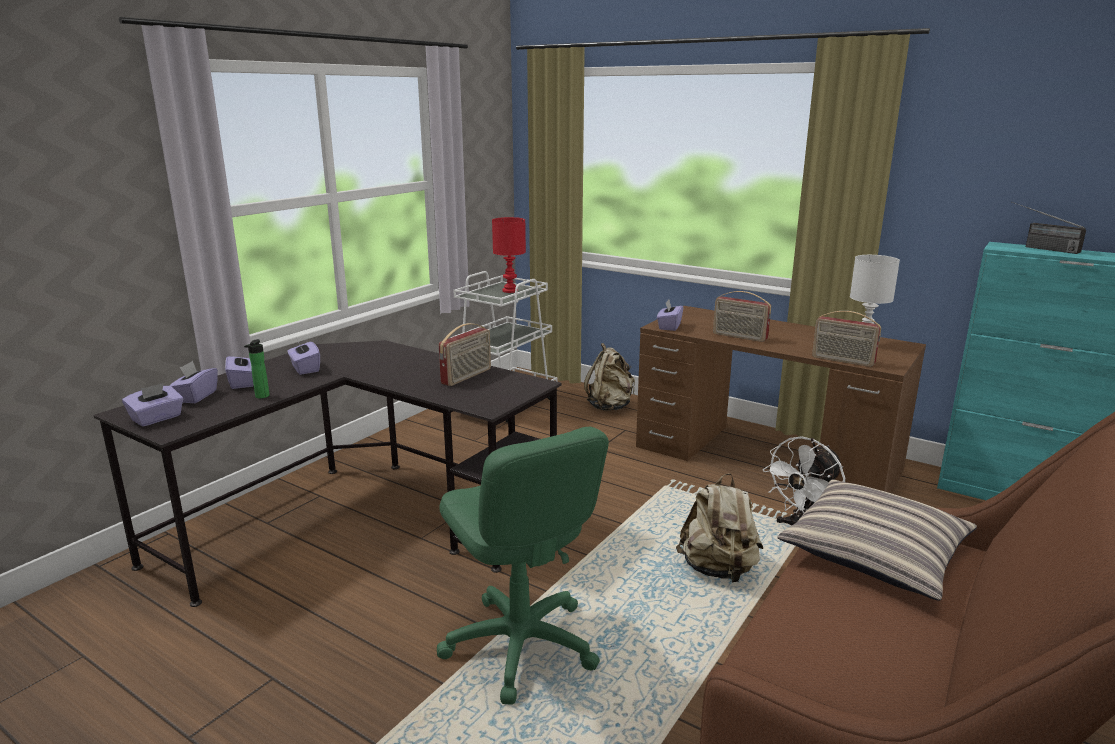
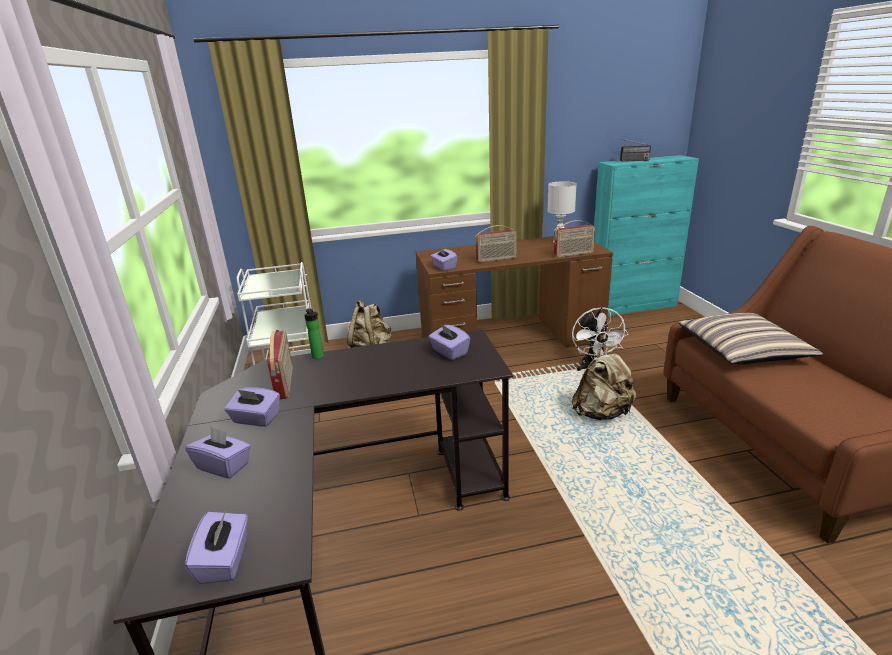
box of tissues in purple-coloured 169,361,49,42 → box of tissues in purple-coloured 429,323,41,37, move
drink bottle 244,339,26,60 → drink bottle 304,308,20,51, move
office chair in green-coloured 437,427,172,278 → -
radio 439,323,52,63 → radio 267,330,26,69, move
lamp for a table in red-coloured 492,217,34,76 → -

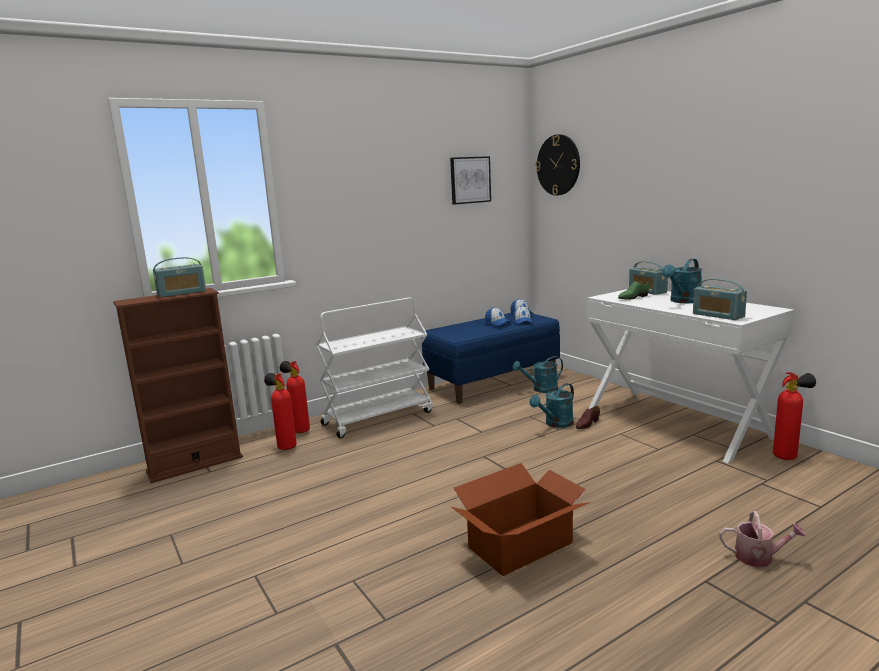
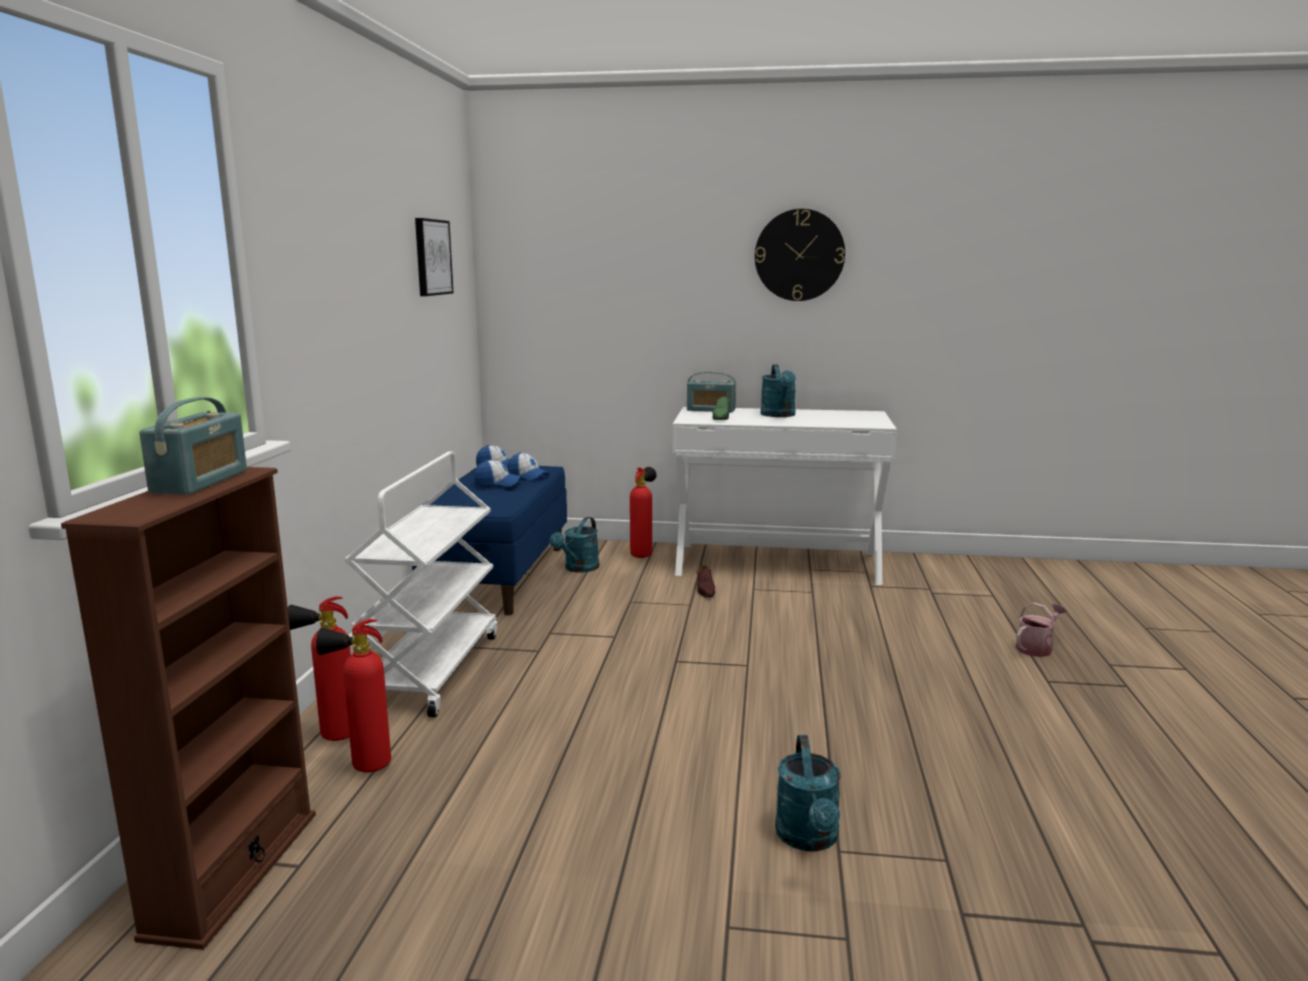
packing box 452,463,138,113 → -
sprinkling can in turquoise 530,383,44,45 → sprinkling can in turquoise 775,735,66,117, move
hanging clock 535,134,45,62 → hanging clock 755,209,90,92, move
radio 693,279,54,41 → -
extinguisher 773,372,43,88 → extinguisher 630,467,27,91, move

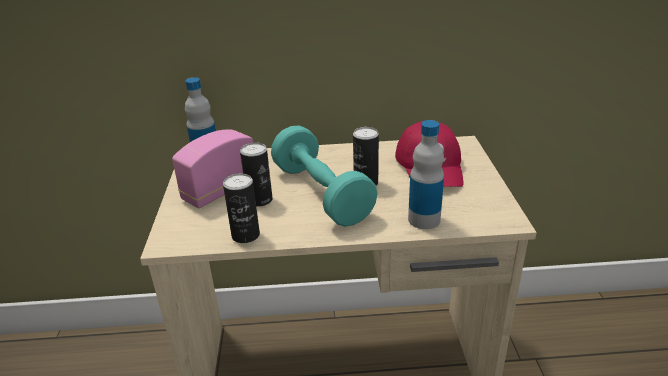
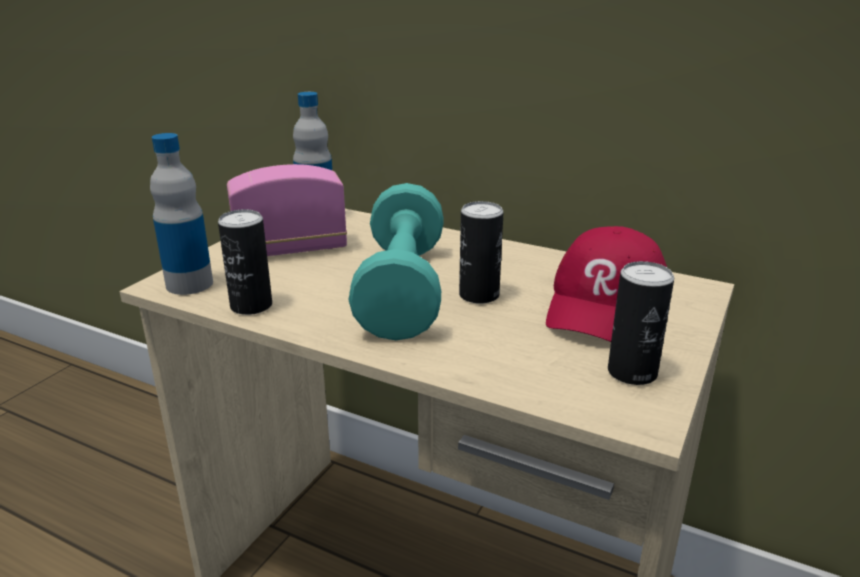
can 240,142,33,65 → can 608,261,66,124, move
drink bottle 408,120,36,109 → drink bottle 150,133,63,162, move

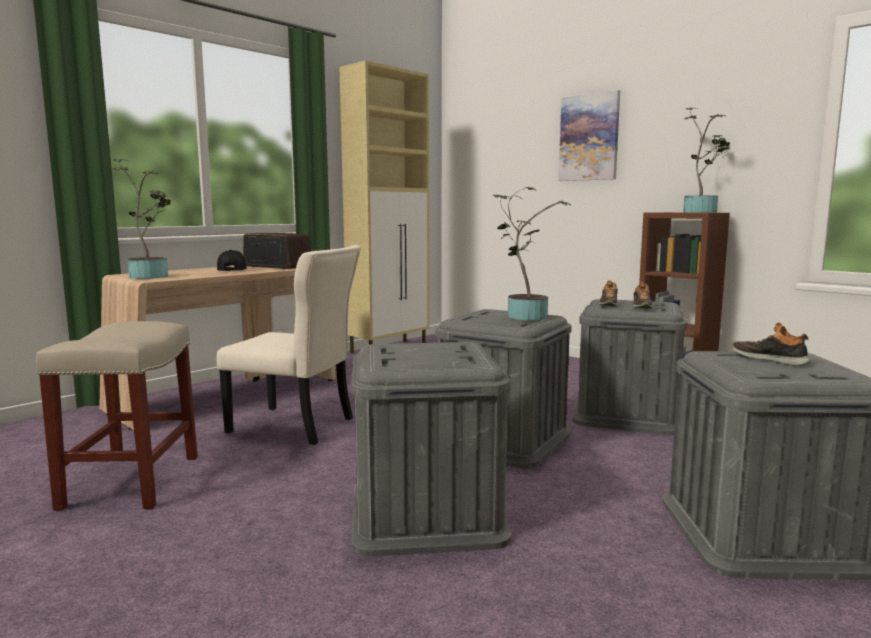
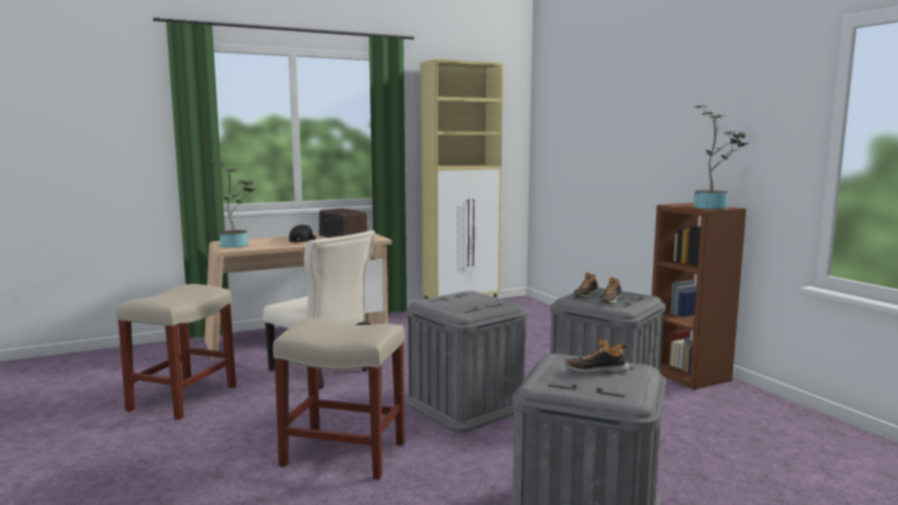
storage box in greyish 351,342,160,215 → stool seat in sand-coloured 273,318,132,162
houseplant 493,187,78,133 → -
wall picture 559,90,61,91 → -
shoe 732,322,79,44 → shoe 565,338,64,36, 75 degrees counterclockwise

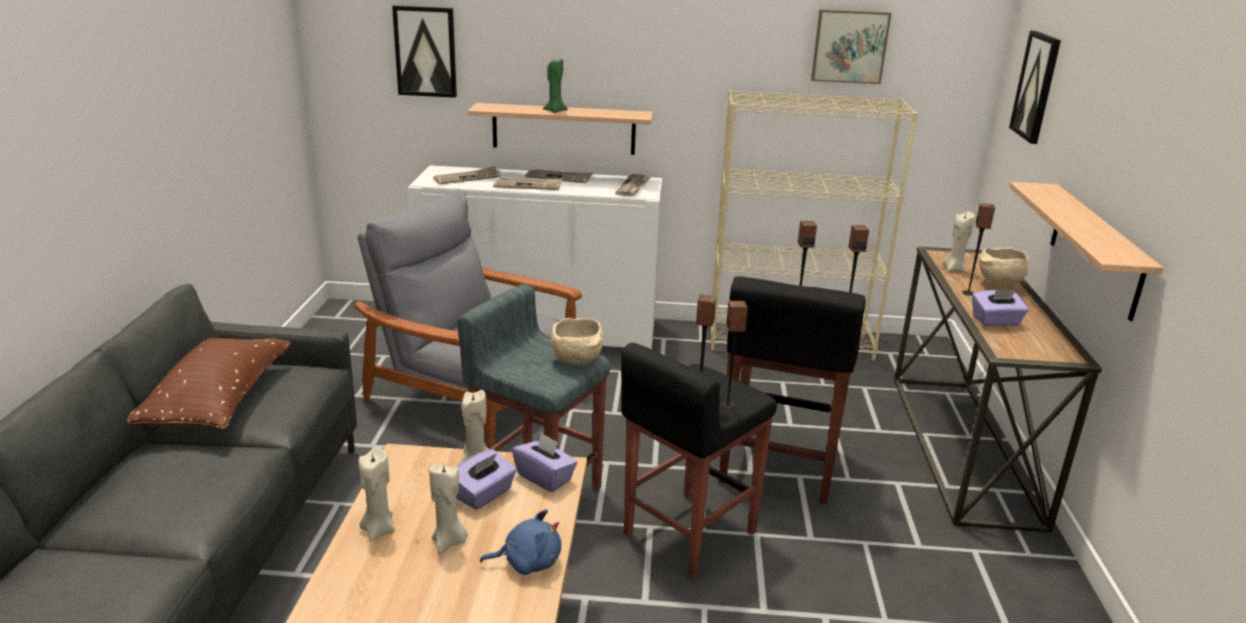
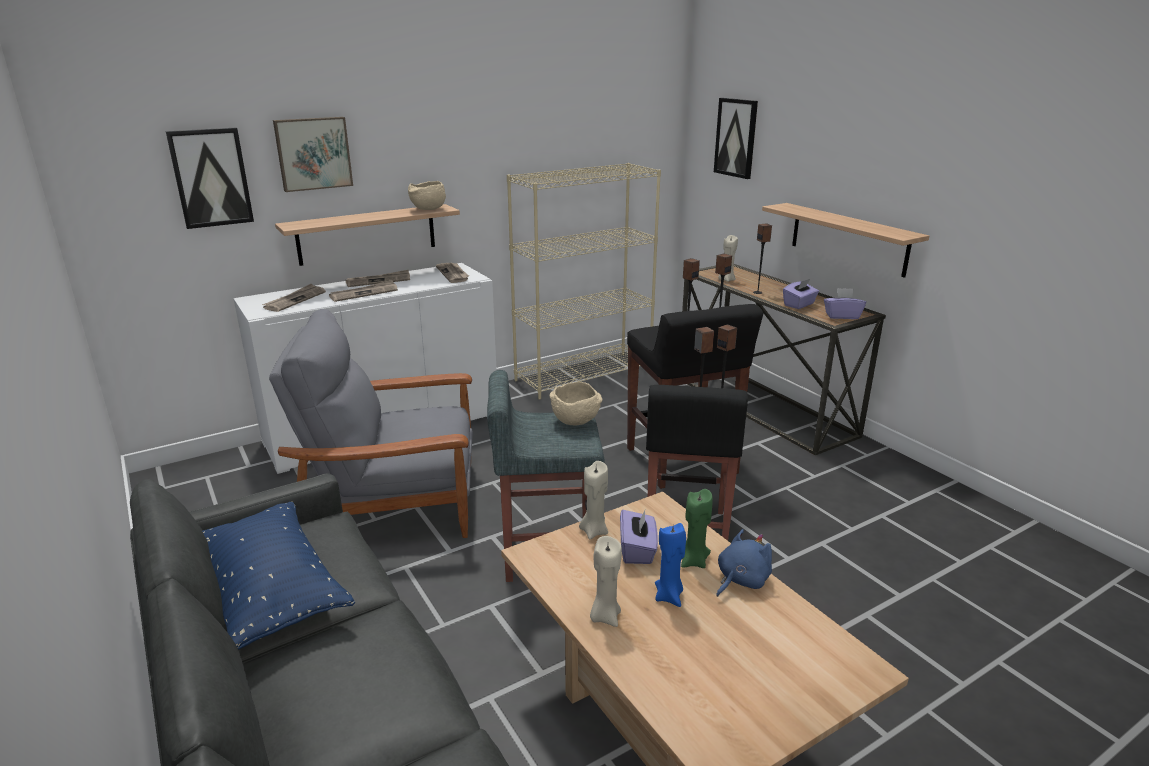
pillow in brown-coloured 127,338,164,92 → pillow in blue 202,502,153,148
candle in sand-coloured 429,463,39,90 → candle in blue 655,523,31,84
box of tissues in purple-coloured 512,433,65,59 → box of tissues in purple-coloured 824,288,42,31, move
candle in green-coloured 543,59,25,54 → candle in green-coloured 681,489,32,79, move
wall picture 811,9,80,75 → wall picture 273,117,80,75, move
deep dish in sand-coloured 979,247,50,39 → deep dish in sand-coloured 408,181,38,29, move

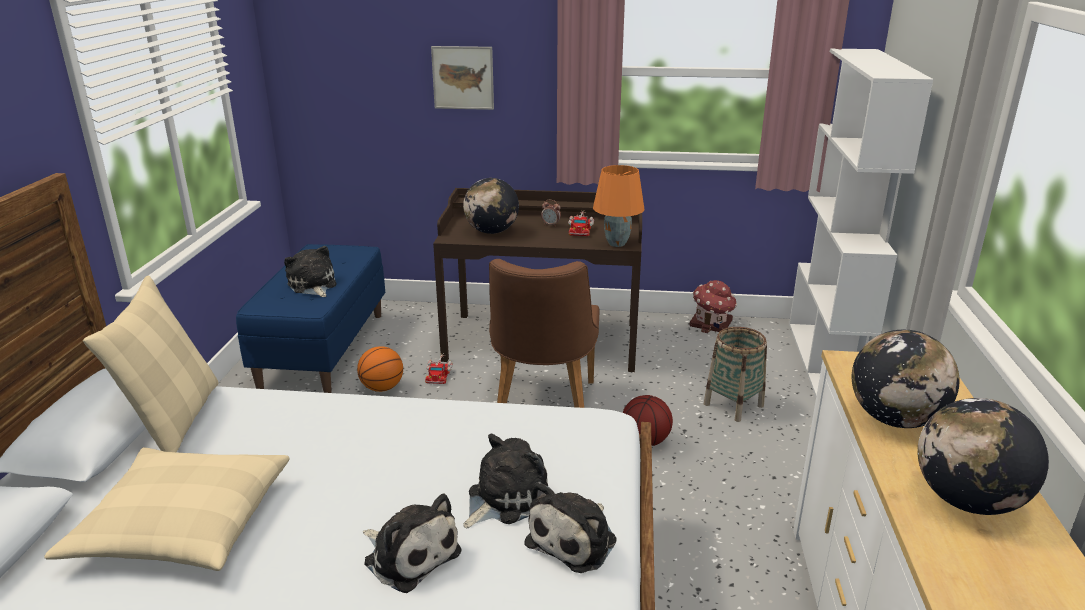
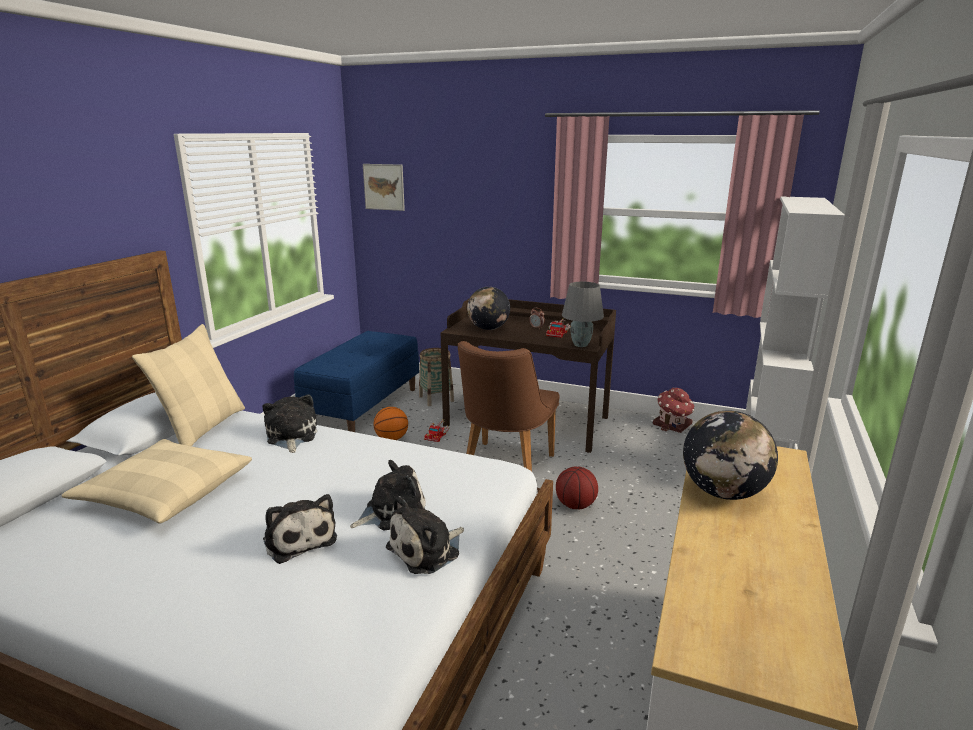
plush toy 284,246,52,51 → plush toy 262,394,55,59, move
wall picture 431,46,63,64 → wall picture 363,164,42,47, move
lamp for a table in orange-coloured 593,165,52,82 → lamp for a table in greyish 562,282,42,65
household basket 704,327,63,95 → household basket 419,348,35,58, move
desk globe 918,398,131,117 → -

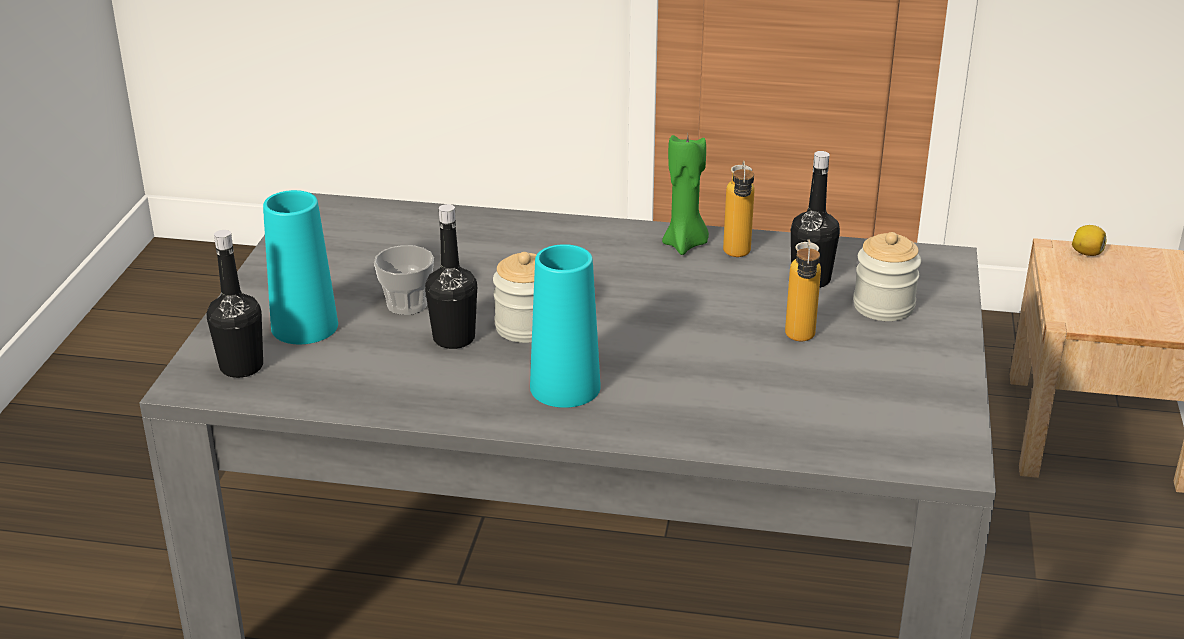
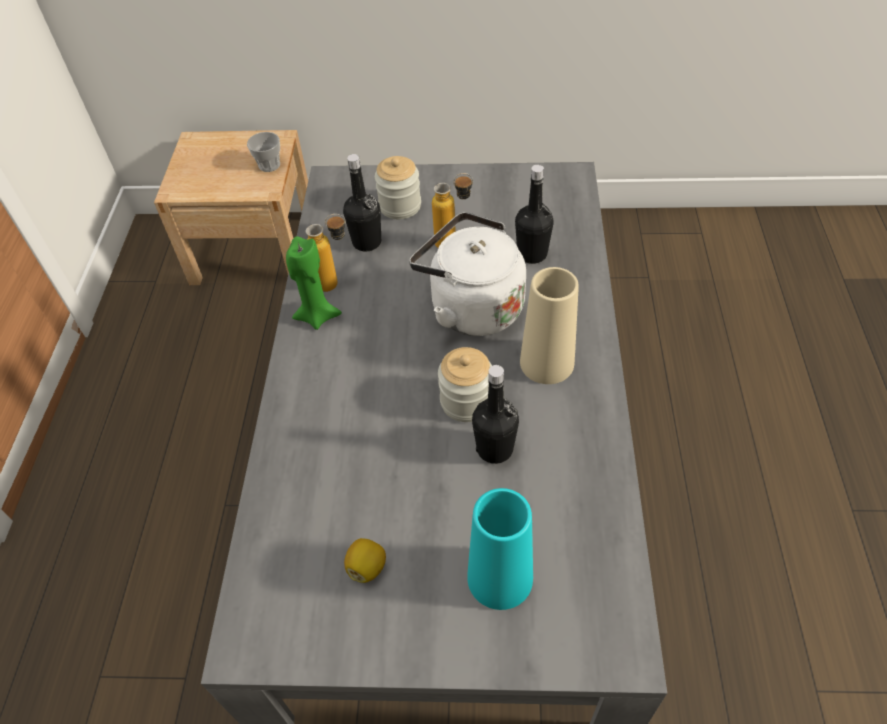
drink bottle in black-coloured 207,230,56,148 → drink bottle in black-coloured 515,164,39,100, move
small cup 374,245,60,70 → small cup 247,132,33,40, move
vase in turquoise 530,244,70,164 → vase in sand-coloured 520,267,59,117
lemon 1072,225,35,31 → lemon 344,538,42,45, move
- → tea kettle in white 409,212,117,124

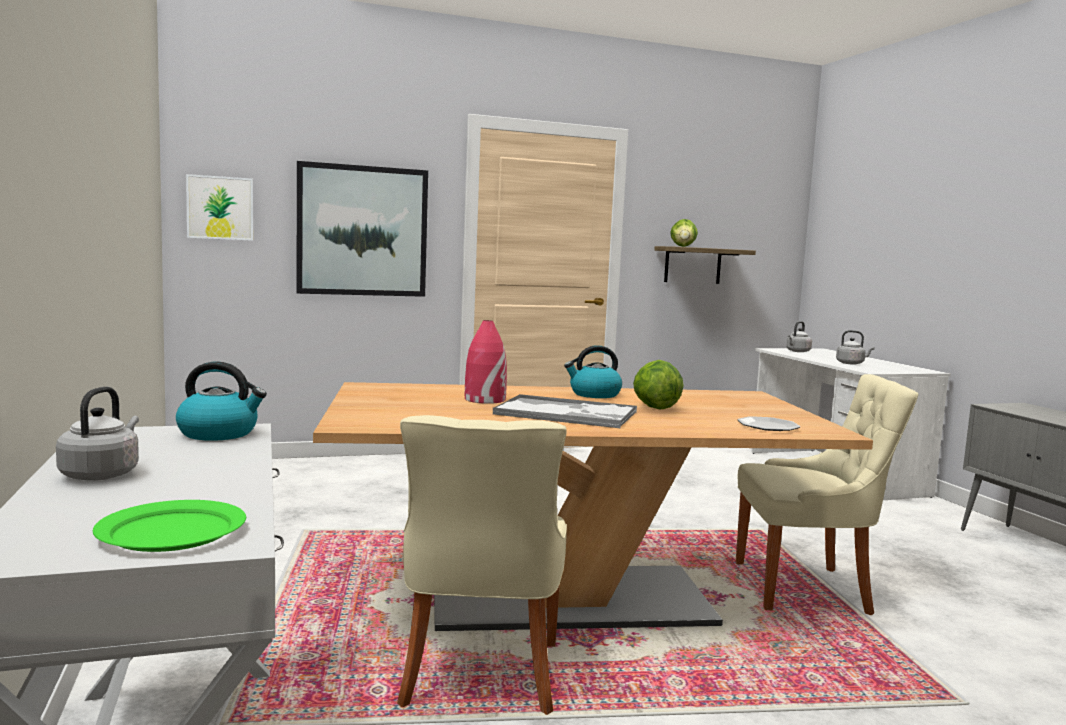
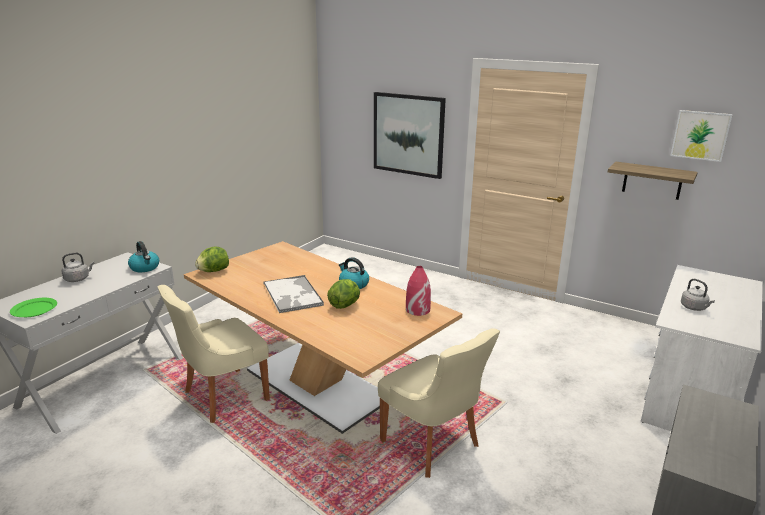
wall picture 186,174,67,67 → wall picture 670,110,63,52, move
vase in red-coloured 465,320,42,84 → vase in red-coloured 406,266,25,50, move
head of lettuce 670,219,28,28 → head of lettuce 195,246,34,26, move
flat dish 738,416,62,15 → -
tea kettle in greyish 786,321,26,31 → -

